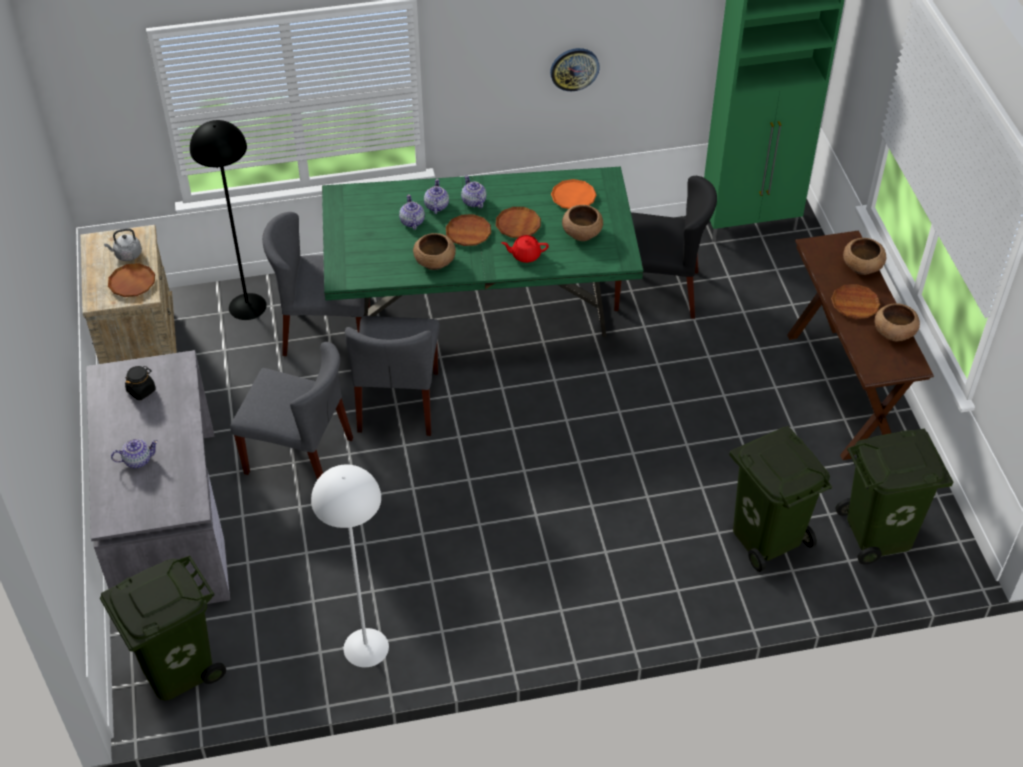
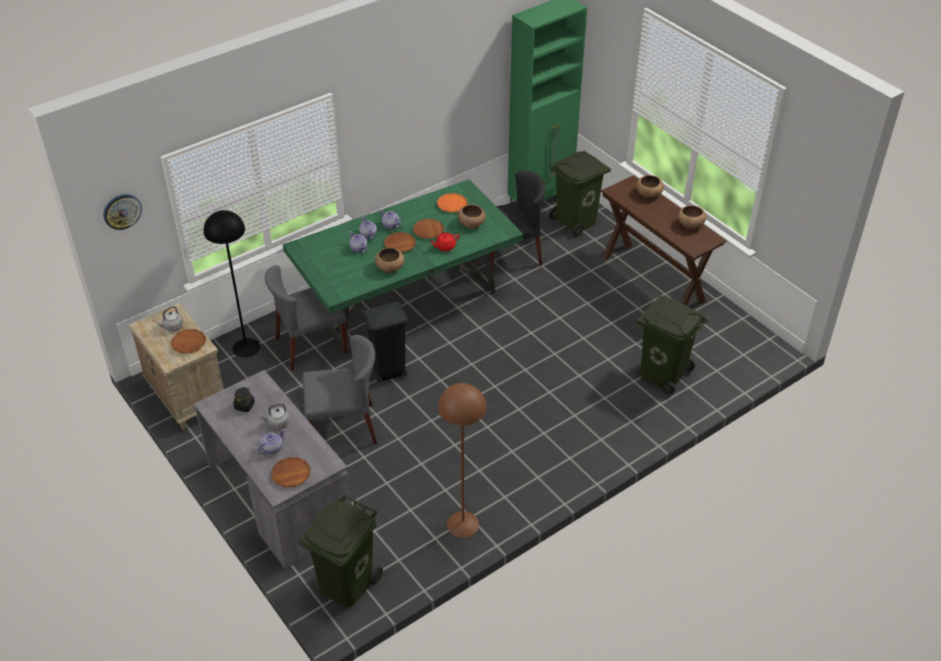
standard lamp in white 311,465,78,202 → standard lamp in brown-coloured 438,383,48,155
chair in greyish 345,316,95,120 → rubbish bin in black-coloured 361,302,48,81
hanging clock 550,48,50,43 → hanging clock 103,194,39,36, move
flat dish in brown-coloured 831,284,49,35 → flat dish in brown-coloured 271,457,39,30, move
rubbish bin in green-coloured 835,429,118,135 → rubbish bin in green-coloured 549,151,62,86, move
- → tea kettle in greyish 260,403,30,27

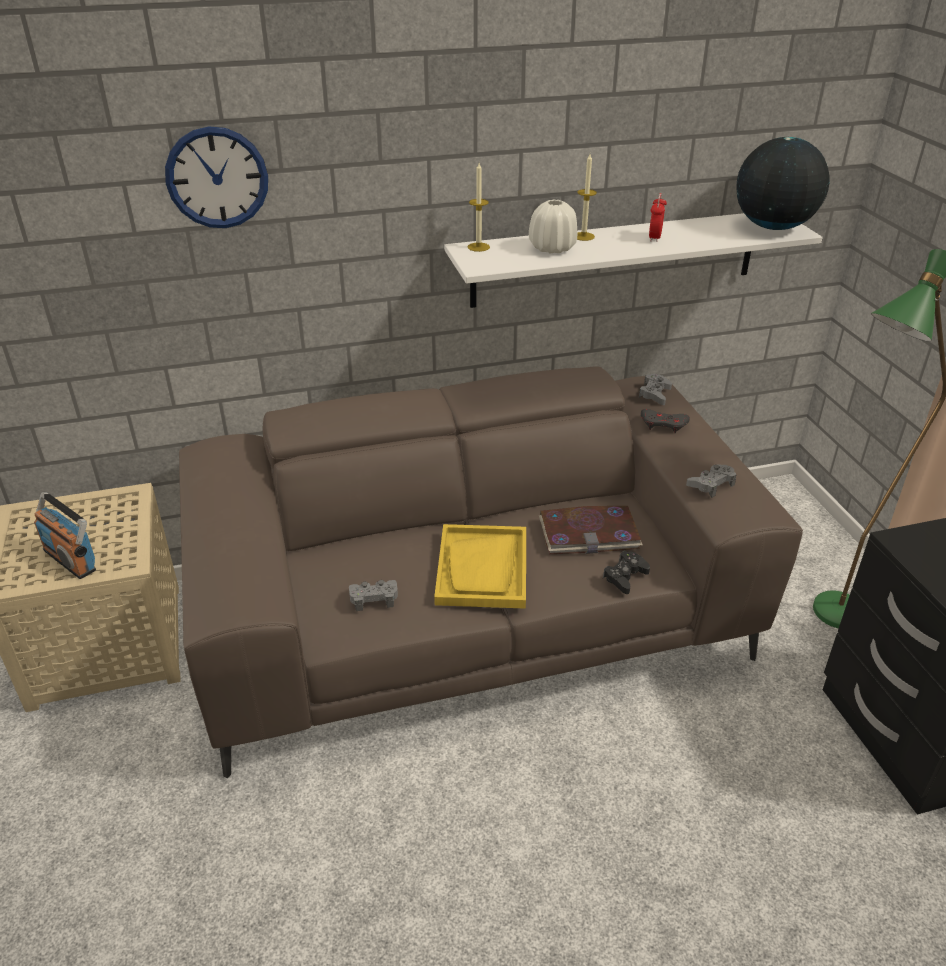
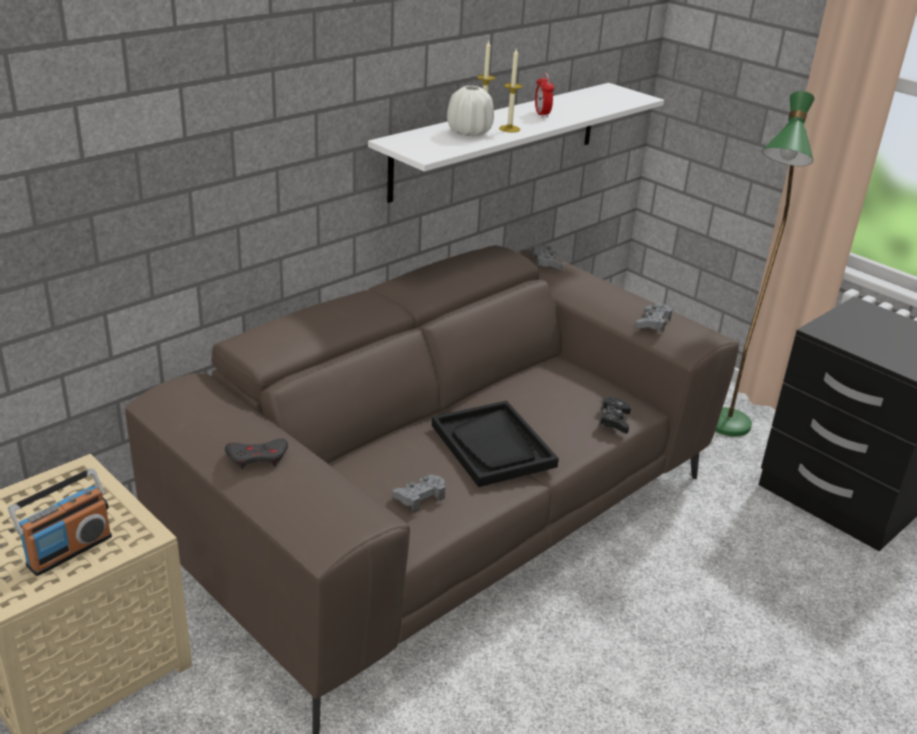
radio 34,492,62,87 → radio 8,468,104,108, 60 degrees counterclockwise
hanging clock 165,126,103,102 → -
tray in yellowish 434,524,92,85 → tray in black-coloured 432,400,127,87
candle 467,163,23,89 → candle 499,47,23,86, move
volume 539,506,104,48 → -
gamepad in greyish 641,409,49,24 → gamepad in greyish 225,438,63,32, move
desk globe 736,137,94,93 → -

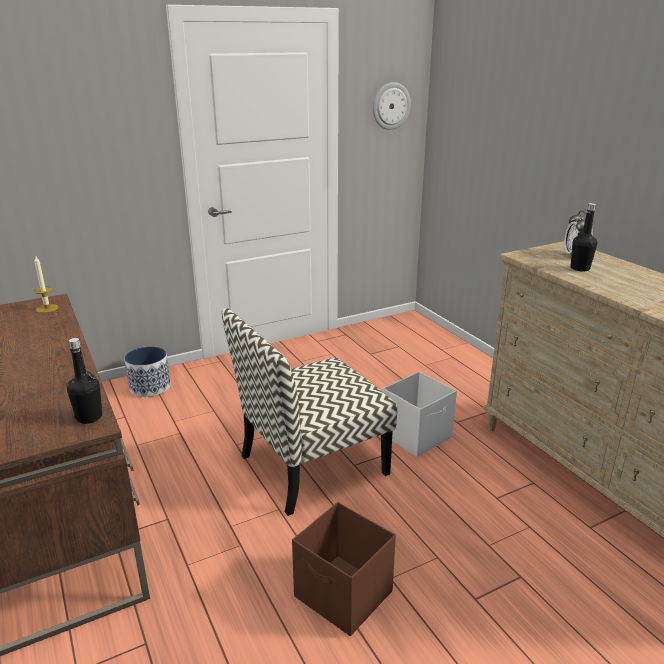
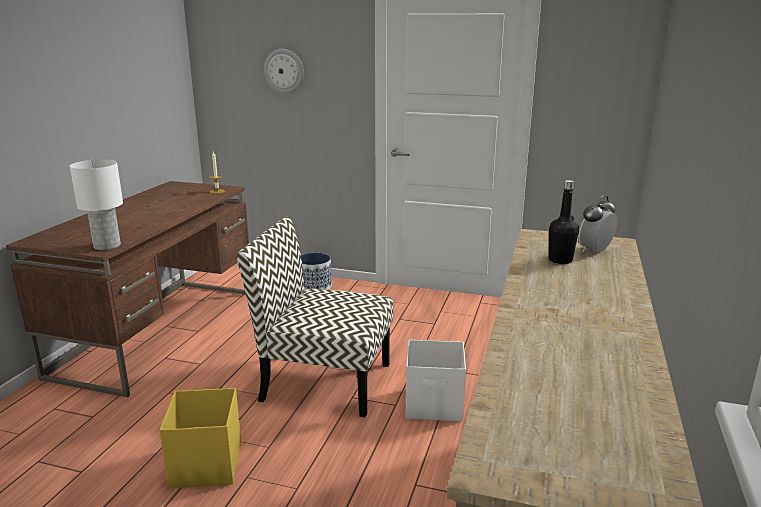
drink bottle in black-coloured 67,338,35,86 → lamp for a table in white 70,159,53,91
storage box in brown-coloured 292,502,104,134 → storage box in yellowish 159,388,82,100
hanging clock 373,82,38,48 → hanging clock 264,49,40,45, move

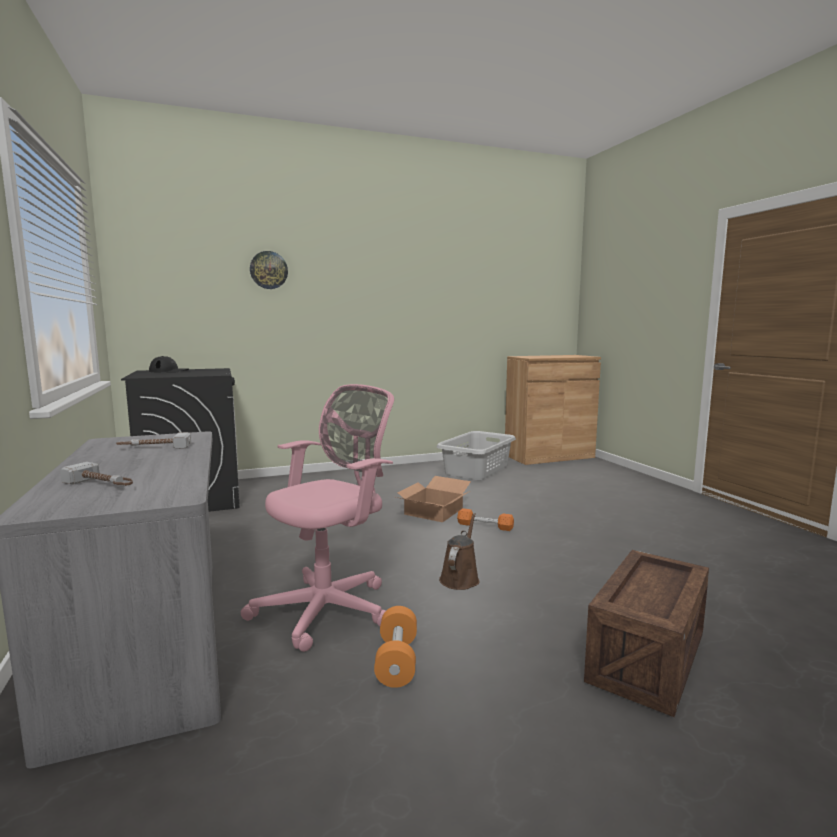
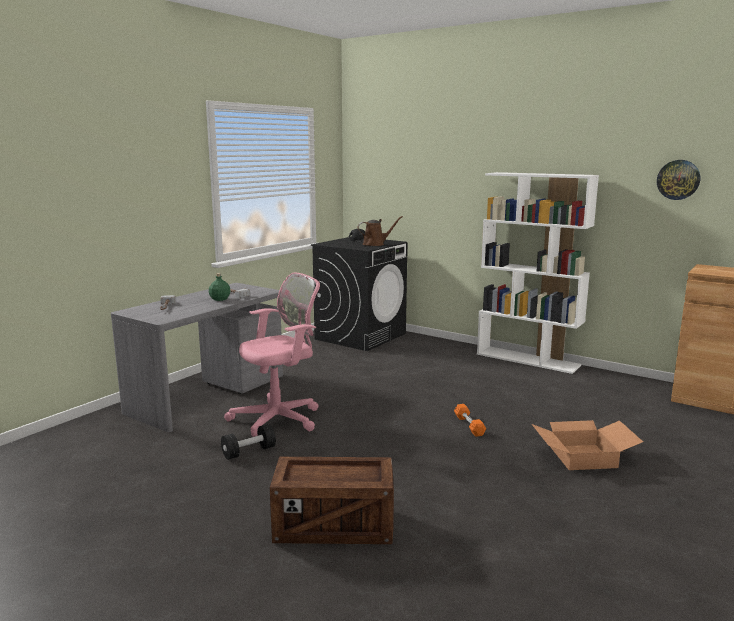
office chair in pink 241,384,153,268 → office chair in pink 224,273,96,164, 45 degrees counterclockwise
hanging clock 250,251,38,38 → hanging clock 657,160,43,40, move
dumbbell in orange-coloured 374,606,43,82 → dumbbell in black-coloured 221,424,55,36
packing box 396,476,75,46 → packing box 532,420,111,50, move
laundry basket in greyish 437,431,79,49 → -
sprinkling can in brown-coloured 439,513,41,77 → sprinkling can in brown-coloured 357,216,46,30, move
- → drink bottle in green-coloured 209,273,22,28
- → shelving unit in white 477,172,122,202

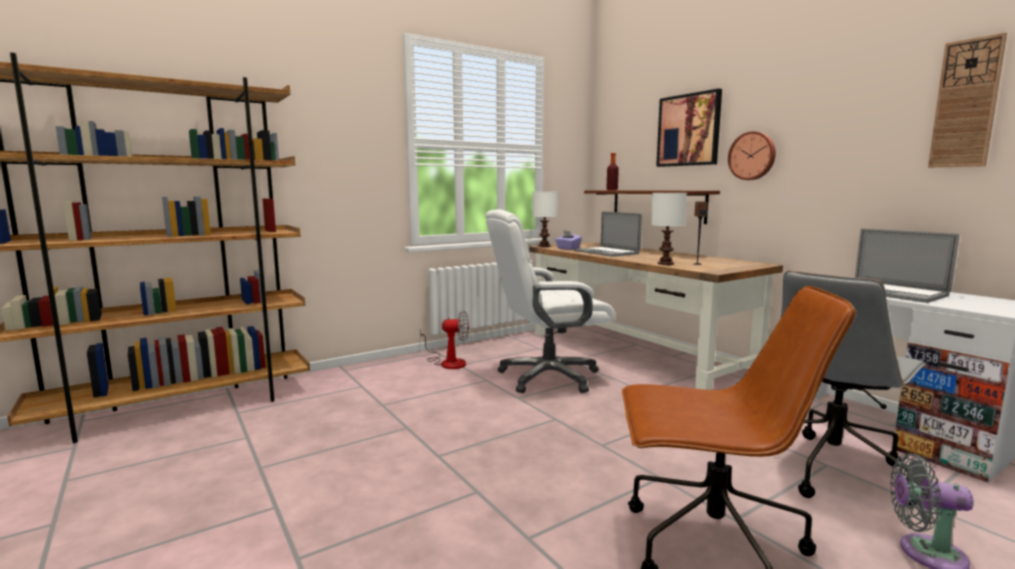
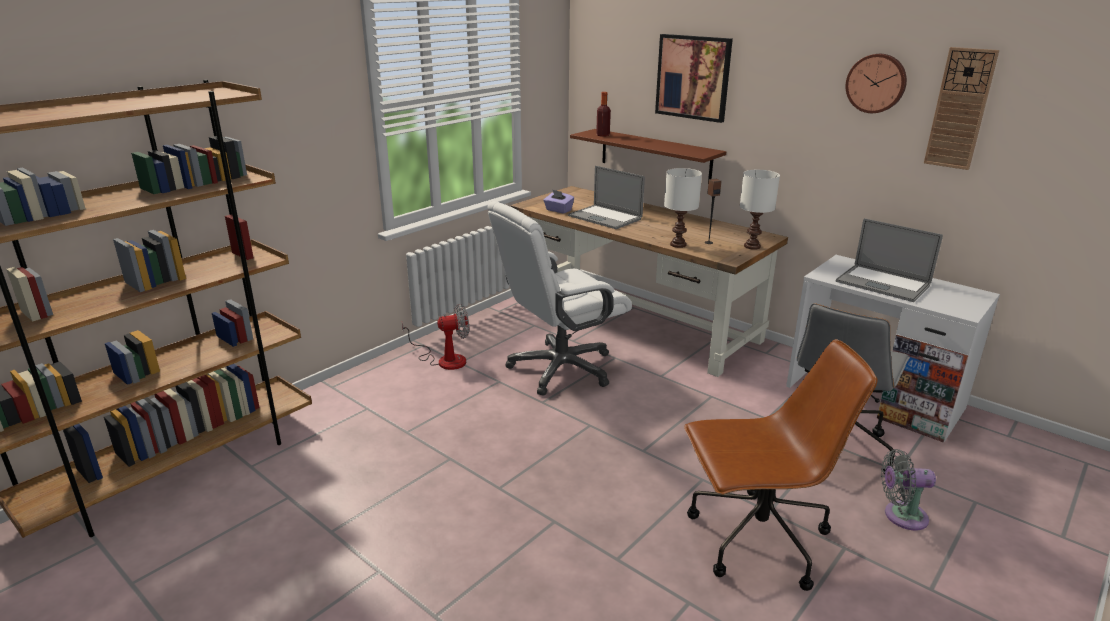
lamp for a table in white 532,192,26,55 → lamp for a table in white 740,170,40,80, move
hanging clock 728,131,48,49 → hanging clock 846,54,61,59, move

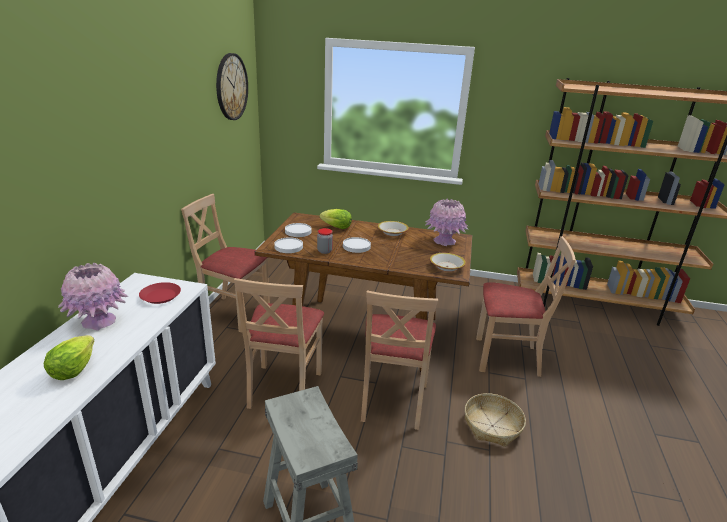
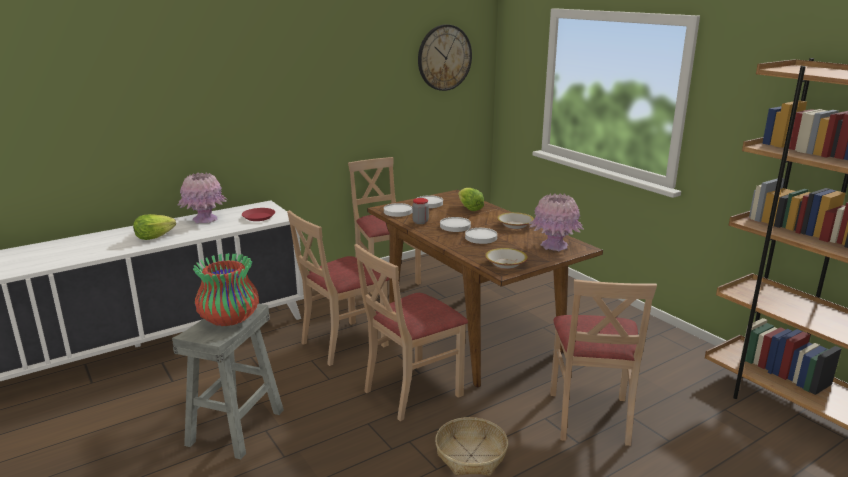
chair in sand-coloured 476,236,100,141 → chair in sand-coloured 550,279,107,167, 45 degrees clockwise
- → vase 193,253,66,73
- → flat dish in white 465,228,32,16

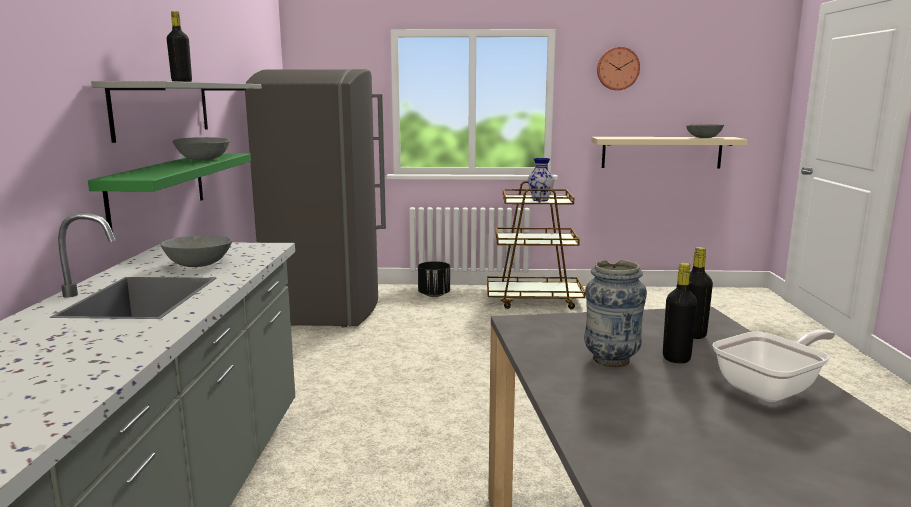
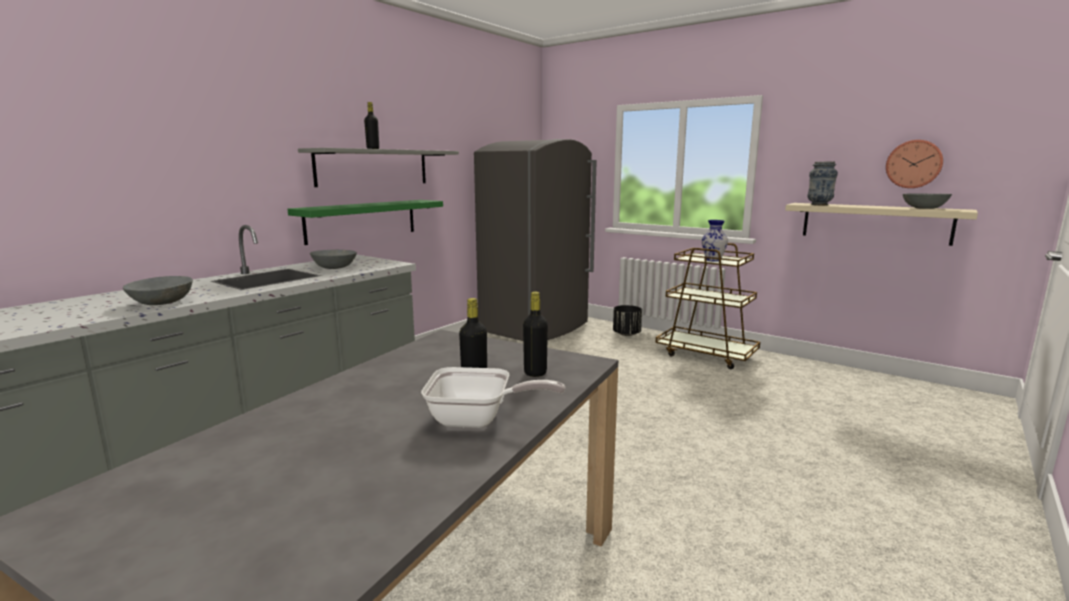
deep dish in greyish 172,137,58,23 → deep dish in greyish 123,276,70,29, move
vase 584,260,63,107 → vase 808,161,30,44, move
hanging clock 597,47,43,43 → hanging clock 886,140,57,48, move

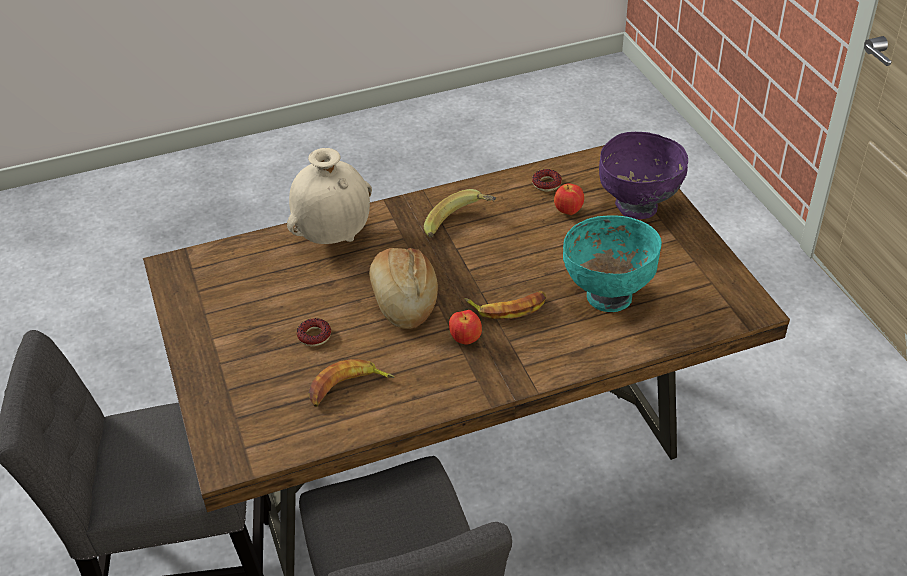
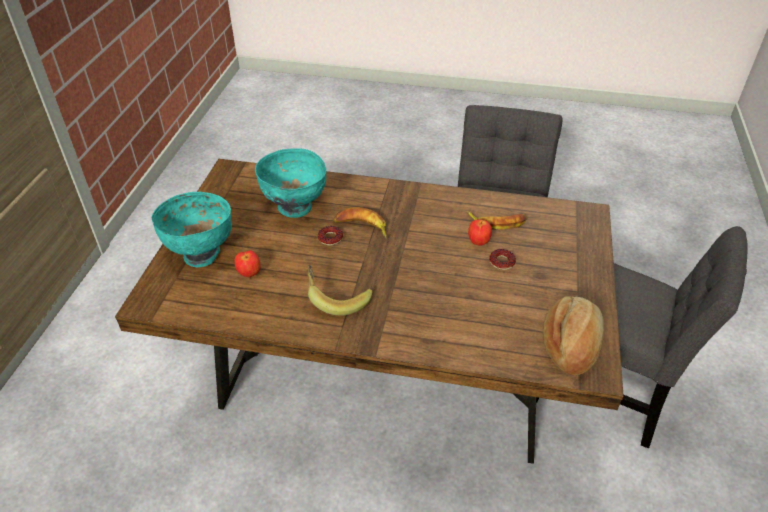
vase in sand-coloured 287,148,85,96 → -
baked bread 369,248,69,81 → baked bread 543,296,61,80, move
apple 449,310,33,34 → apple 468,219,24,27, move
ring doughnut 532,169,30,22 → ring doughnut 318,226,25,20, move
deep dish in purple-coloured 599,132,89,87 → deep dish in turquoise 152,192,80,75

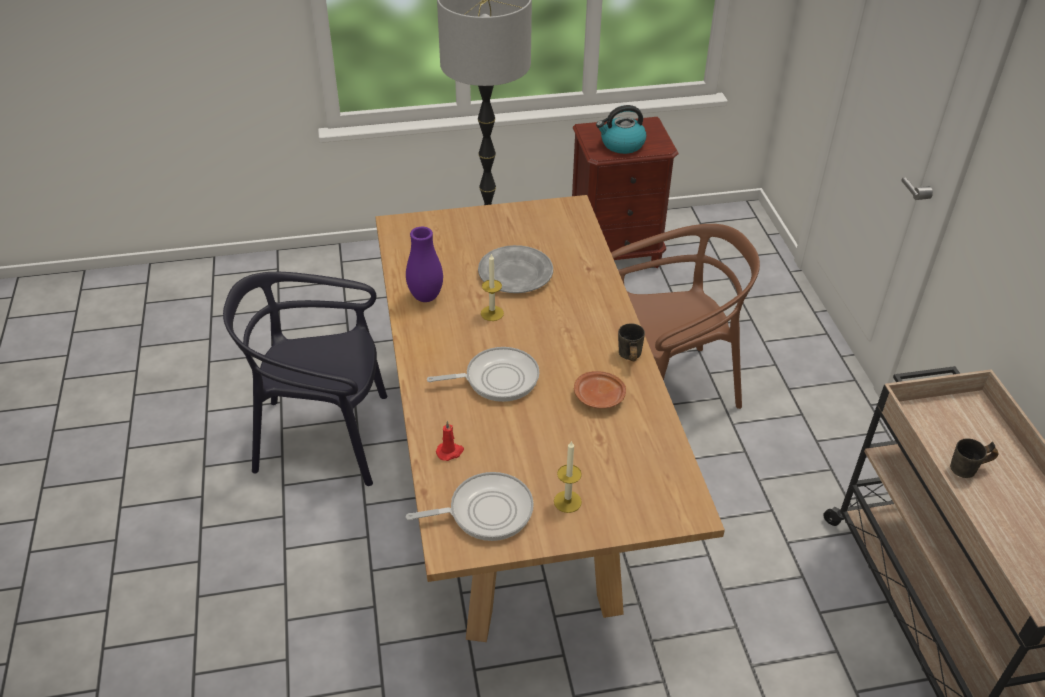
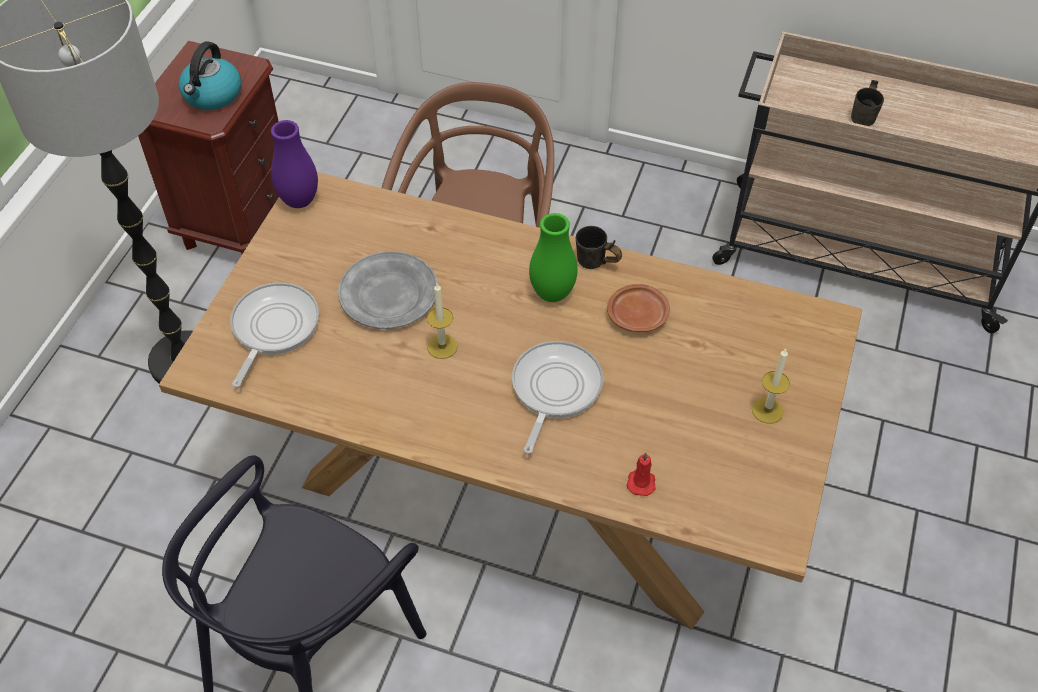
vase in purple-coloured 406,227,37,75 → vase in purple-coloured 271,120,47,88, move
pan 406,472,128,69 → pan 230,282,89,106, move
- → vase in green-coloured 529,213,48,89

